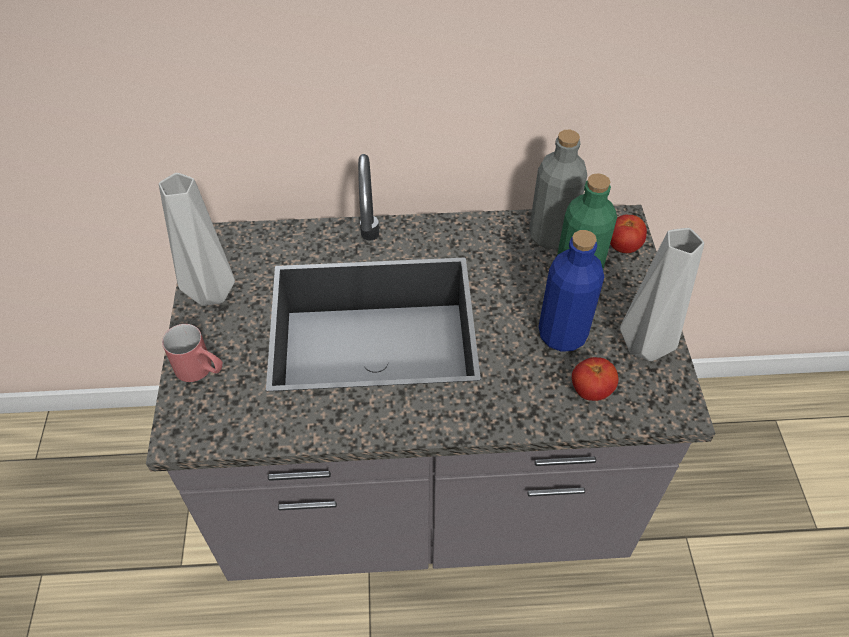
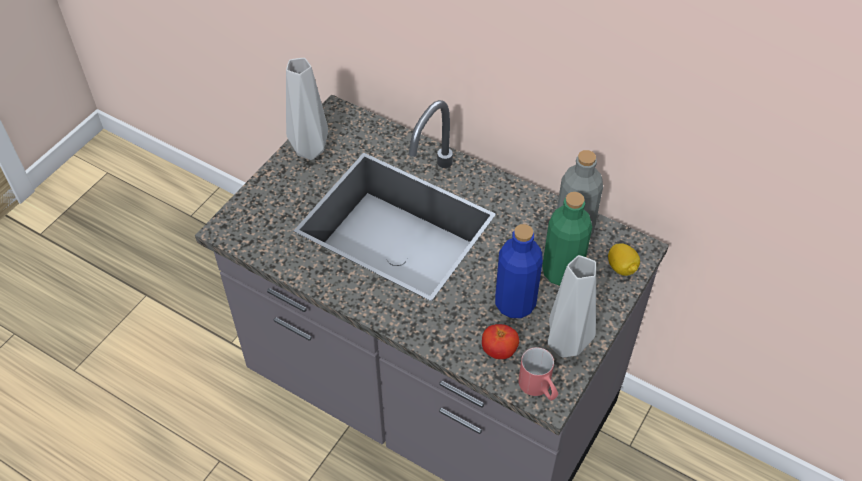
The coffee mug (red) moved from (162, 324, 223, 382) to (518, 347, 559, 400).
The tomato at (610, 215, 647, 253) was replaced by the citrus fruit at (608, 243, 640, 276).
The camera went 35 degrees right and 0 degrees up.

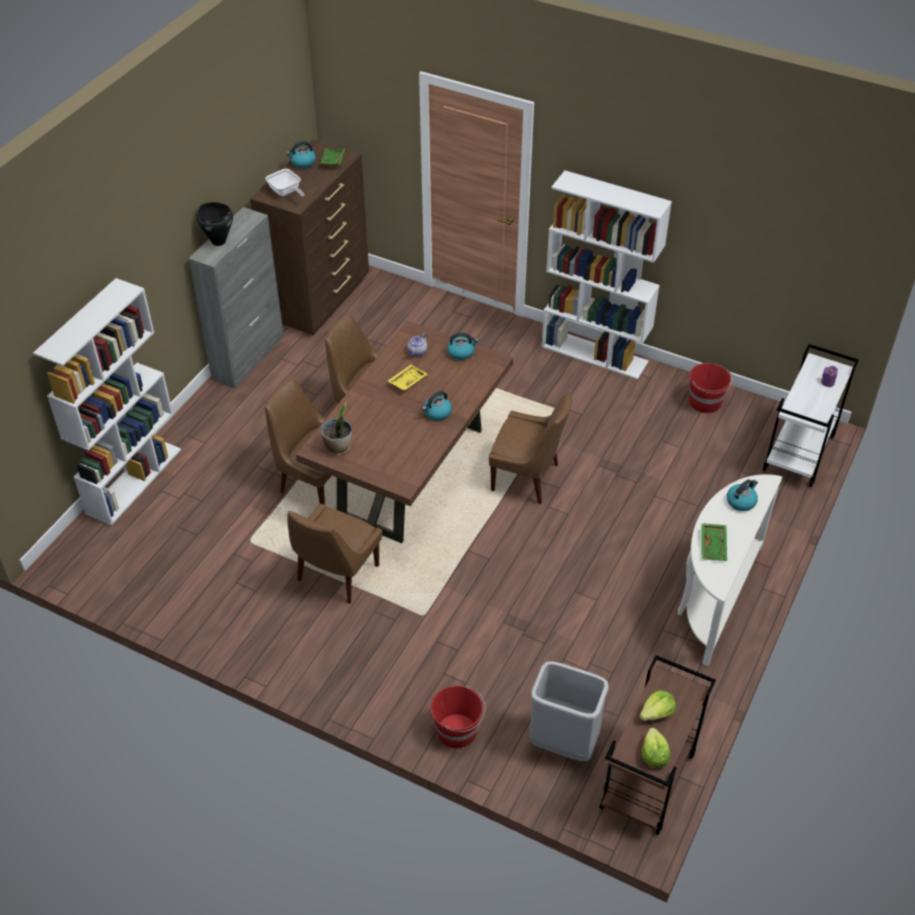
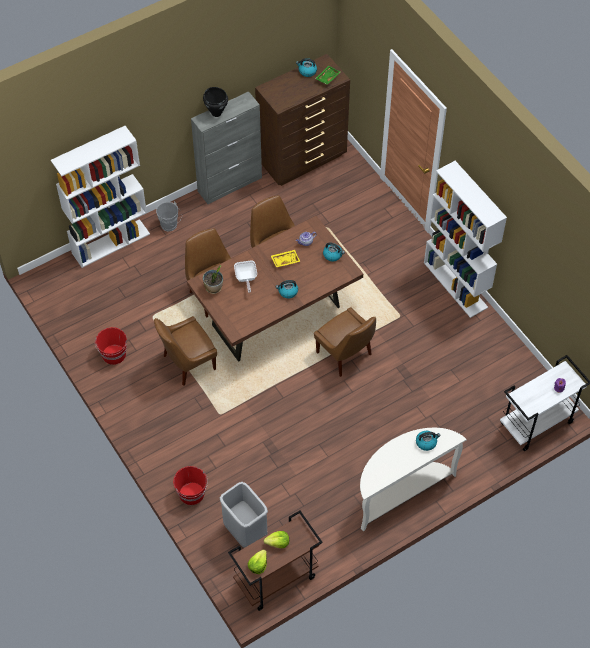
The bucket (red) moved from (689, 363, 733, 413) to (95, 327, 127, 365).
The bucket (greyish) at (156, 202, 182, 231) appeared.
The skillet moved from (266, 169, 305, 197) to (234, 261, 257, 293).
The tray (green) at (701, 523, 727, 561) disappeared.
The camera went 30 degrees right and 10 degrees up.

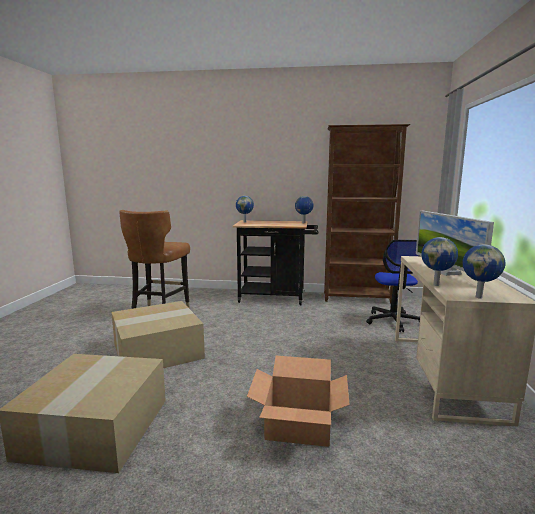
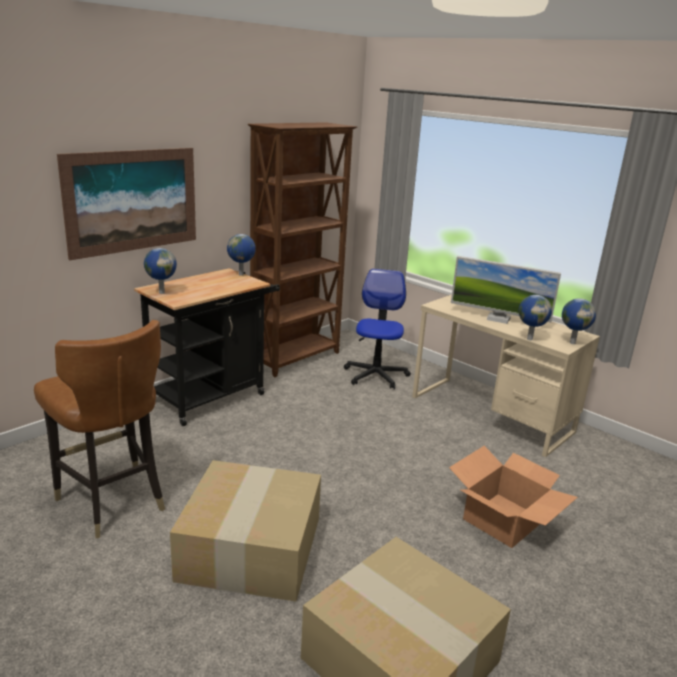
The wall picture at (57, 148, 196, 260) appeared.
The desk chair at (366, 240, 420, 332) turned 120 degrees counterclockwise.
The camera went 55 degrees left and 10 degrees up.

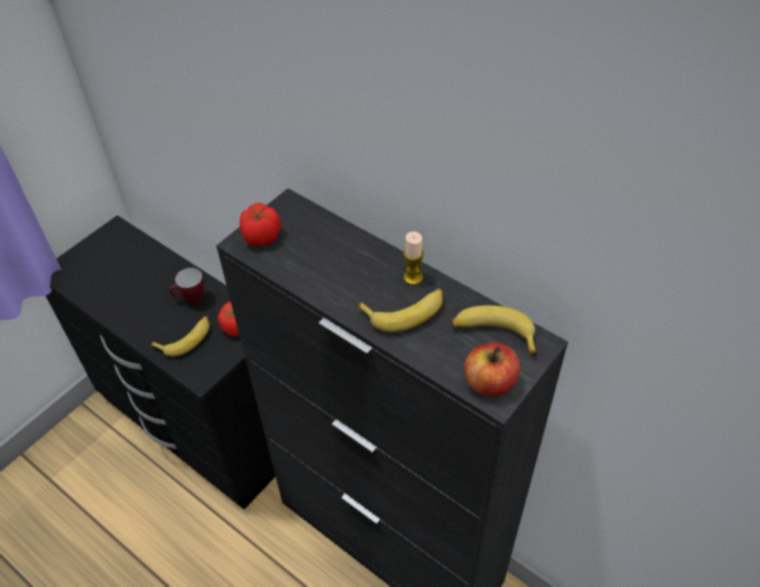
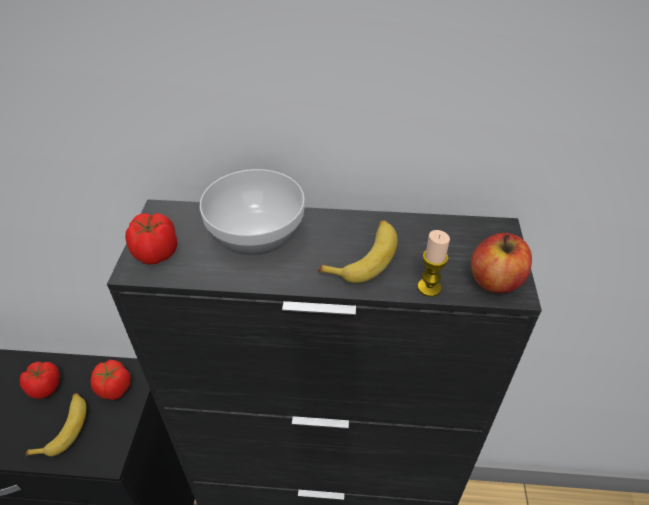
The coffee mug at (169, 268, 205, 305) was replaced by the tomato at (20, 362, 60, 399).
The deep dish at (200, 169, 305, 255) appeared.
The wax light moved from (403, 231, 424, 285) to (417, 230, 450, 297).
The whole banana at (451, 305, 538, 356) disappeared.
The camera went 35 degrees left and 5 degrees down.

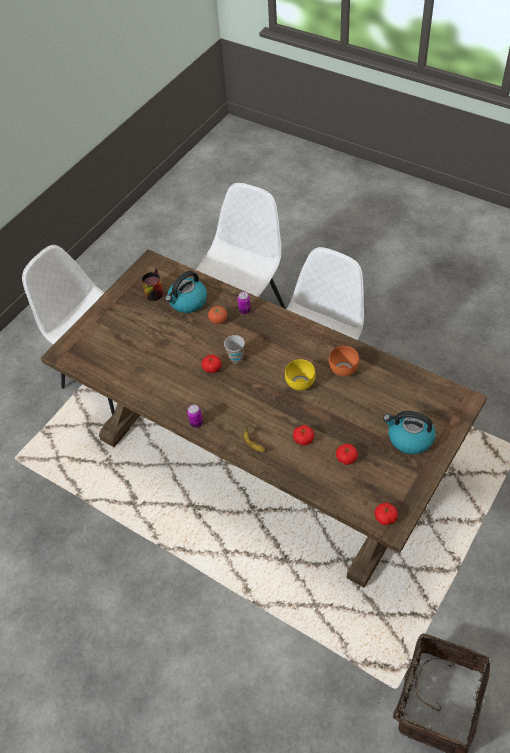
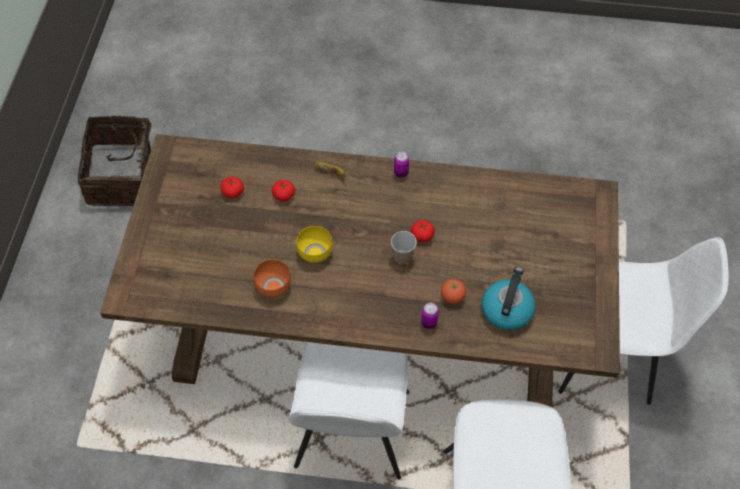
The coffee mug at (142, 268, 163, 301) disappeared.
The tomato at (375, 503, 398, 525) disappeared.
The water kettle at (383, 411, 436, 455) disappeared.
The camera went 150 degrees right and 5 degrees up.

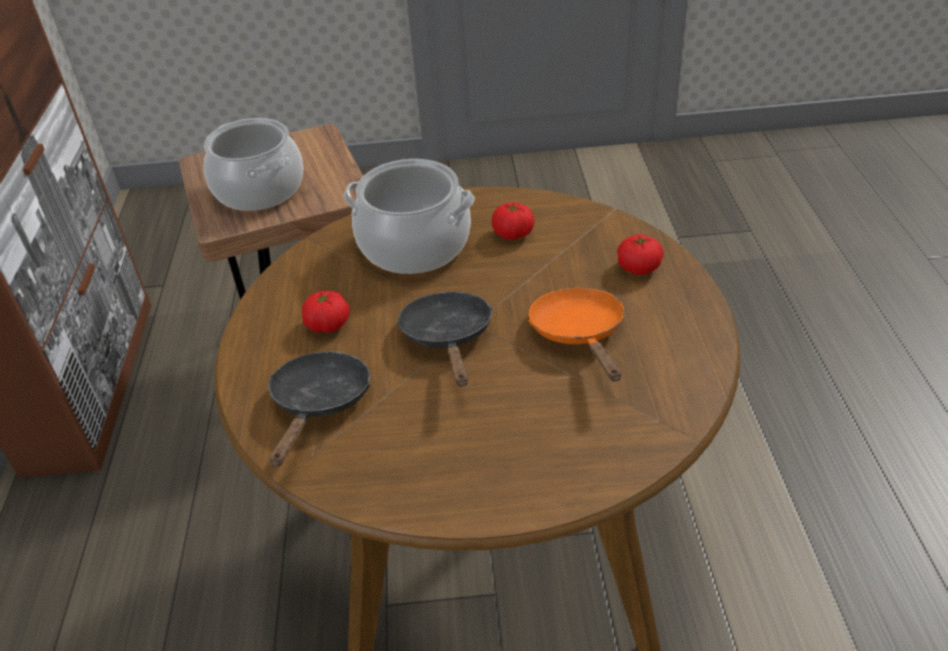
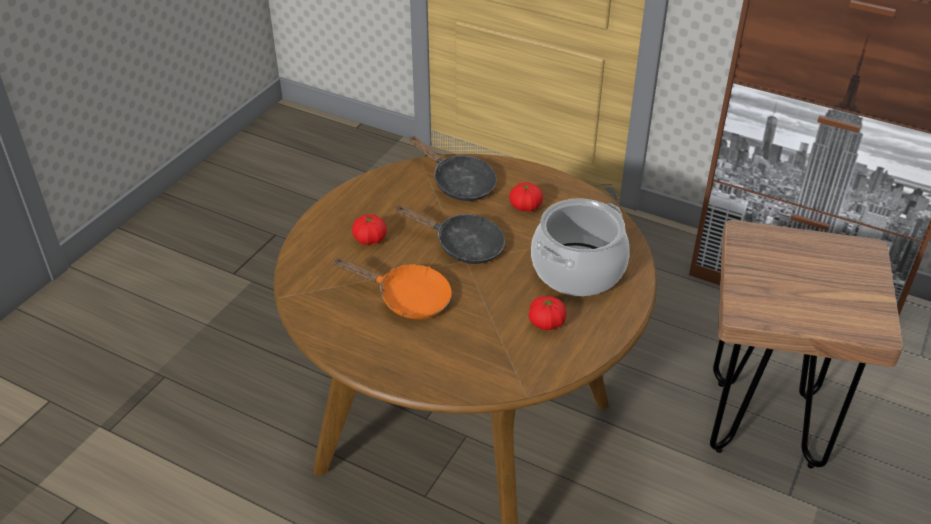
The tomato moved from (617, 234, 664, 275) to (352, 214, 387, 245).
The stockpot at (204, 118, 303, 211) disappeared.
The camera went 120 degrees right and 0 degrees up.

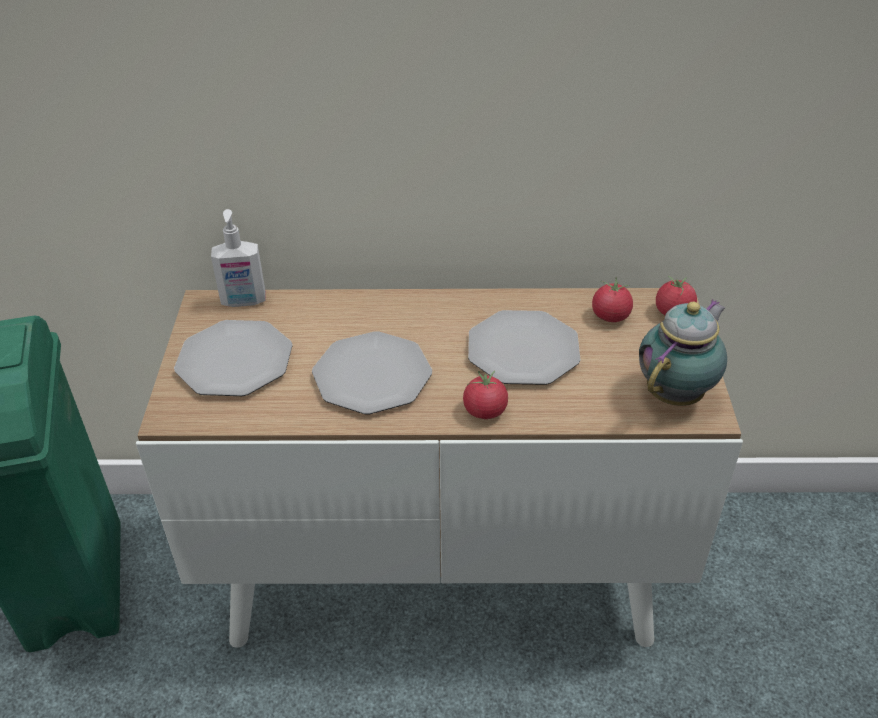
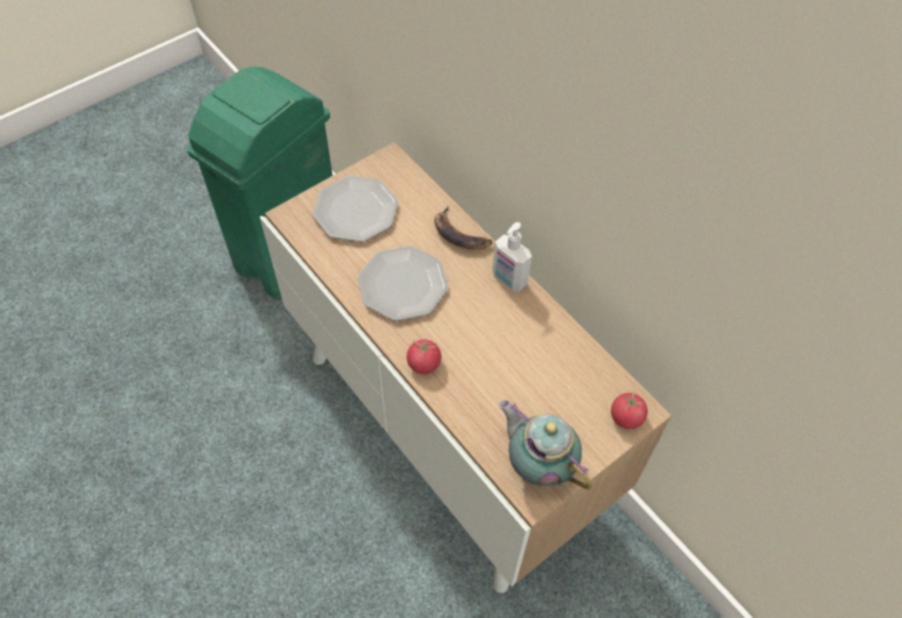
The whole banana at (434, 206, 492, 250) appeared.
The liquid soap bottle moved from (211, 209, 266, 307) to (492, 222, 532, 292).
The pot for tea at (639, 299, 727, 406) turned 135 degrees counterclockwise.
The flat dish at (468, 310, 580, 385) disappeared.
The tomato at (592, 277, 633, 322) disappeared.
The camera went 50 degrees right and 15 degrees up.

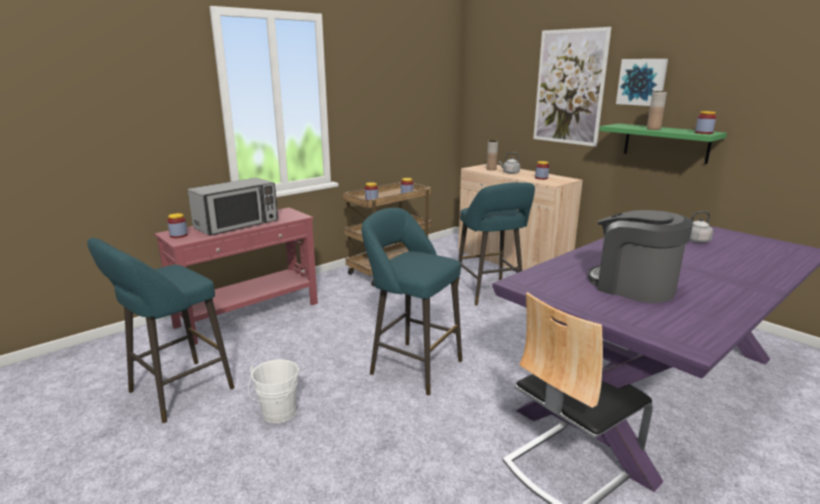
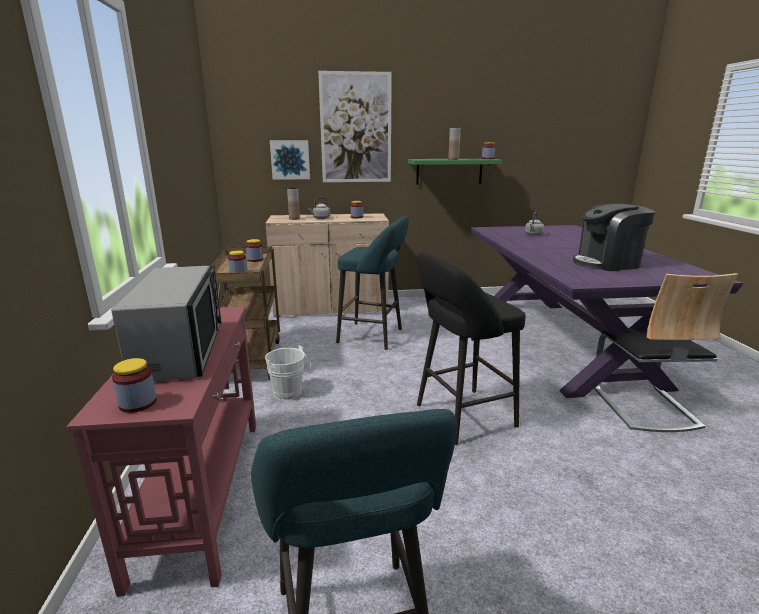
The bucket (white) moved from (248, 359, 300, 423) to (265, 345, 311, 400).
The wall picture moved from (616, 59, 668, 106) to (270, 140, 310, 180).
The stool (turquoise) at (362, 208, 462, 395) became the stool (black-coloured) at (416, 252, 526, 445).
The camera went 55 degrees left and 0 degrees up.

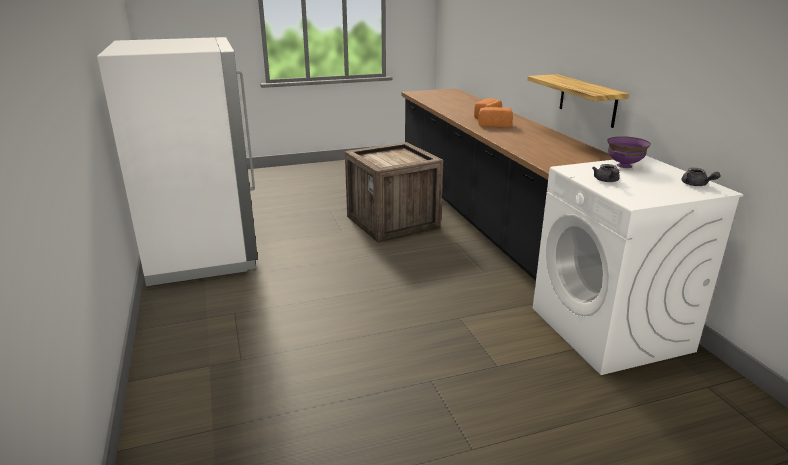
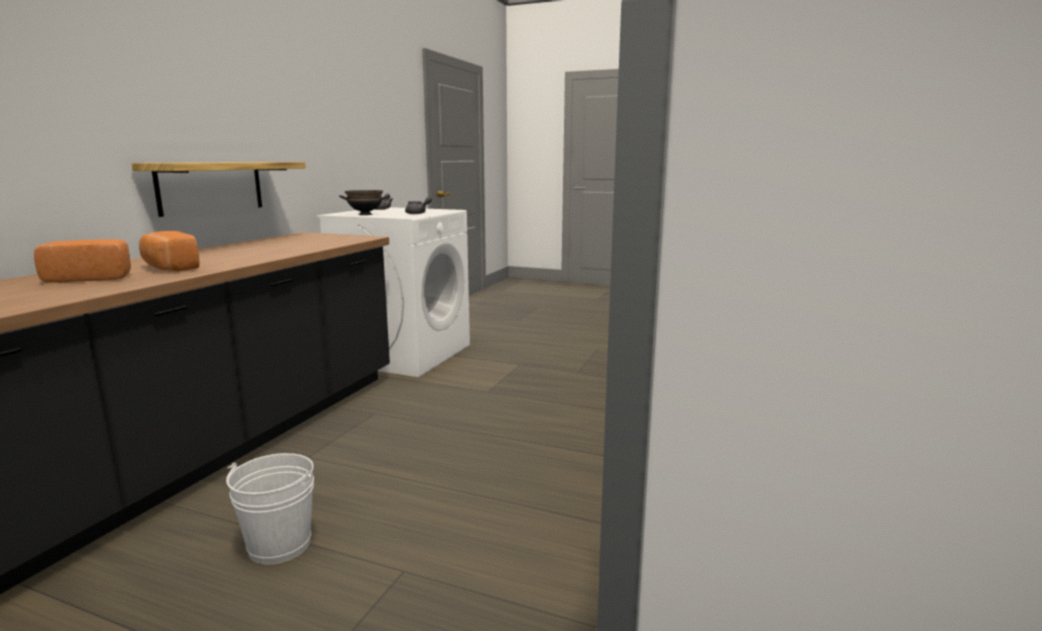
The shipping crate at (345, 142, 443, 243) was replaced by the bucket (white) at (226, 453, 314, 565).
The deep dish (purplish) at (607, 136, 651, 168) became the deep dish (black-coloured) at (339, 190, 389, 215).
The camera went 140 degrees left and 10 degrees down.

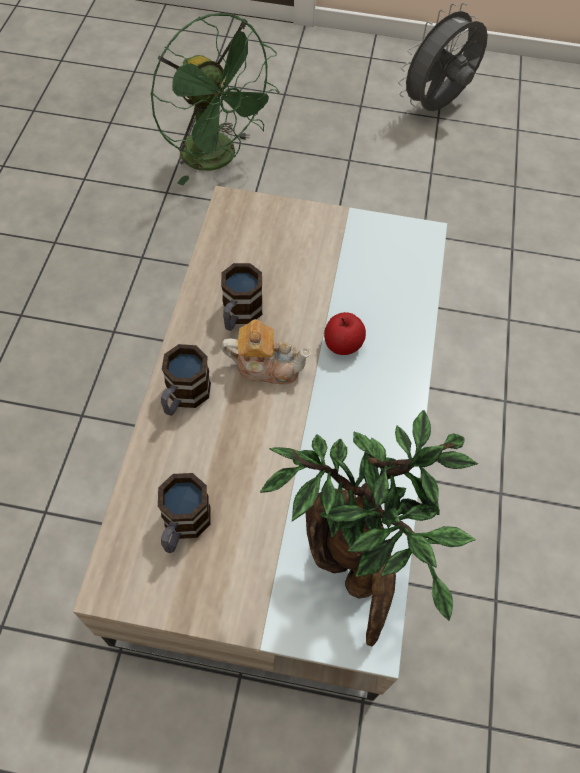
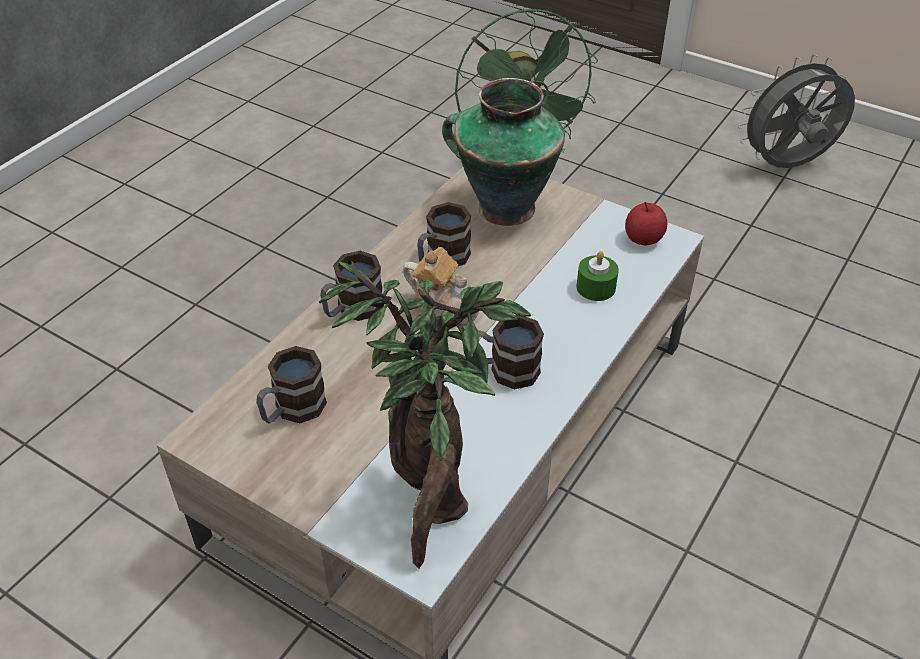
The flower vase at (442, 78, 565, 226) appeared.
The coffee mug at (478, 315, 544, 390) appeared.
The wax light (green) at (577, 251, 619, 301) appeared.
The apple fruit moved from (324, 312, 366, 355) to (625, 202, 668, 246).
The camera went 25 degrees right and 15 degrees down.

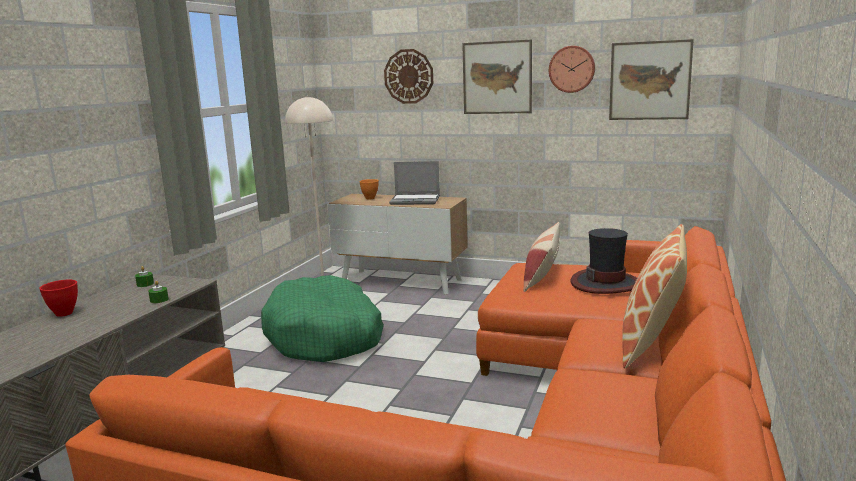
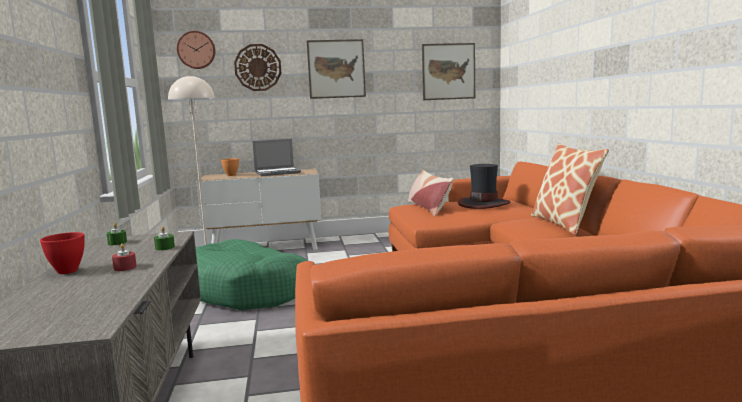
The wax light (red) at (112, 244, 137, 271) appeared.
The wall clock moved from (549, 46, 595, 93) to (177, 31, 216, 69).
The camera went 30 degrees left and 5 degrees down.

